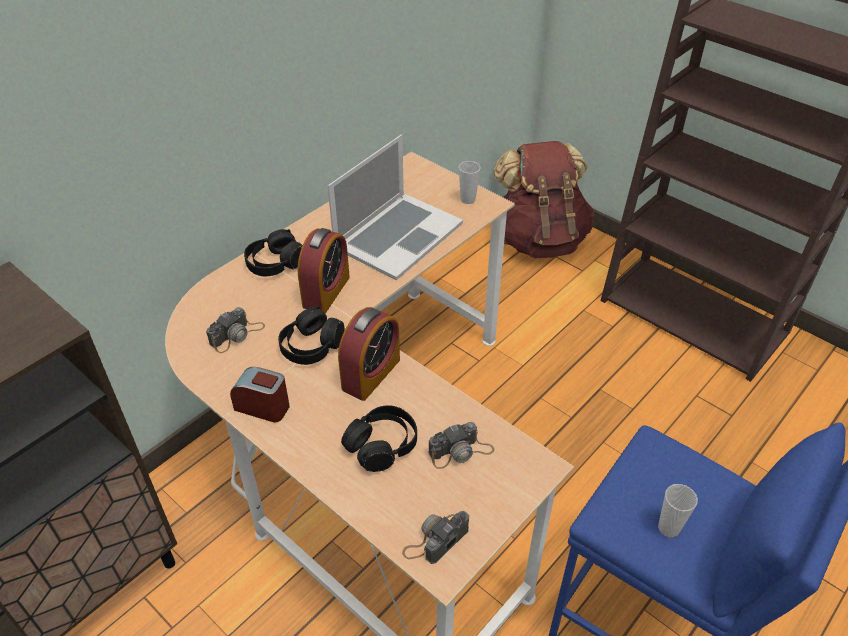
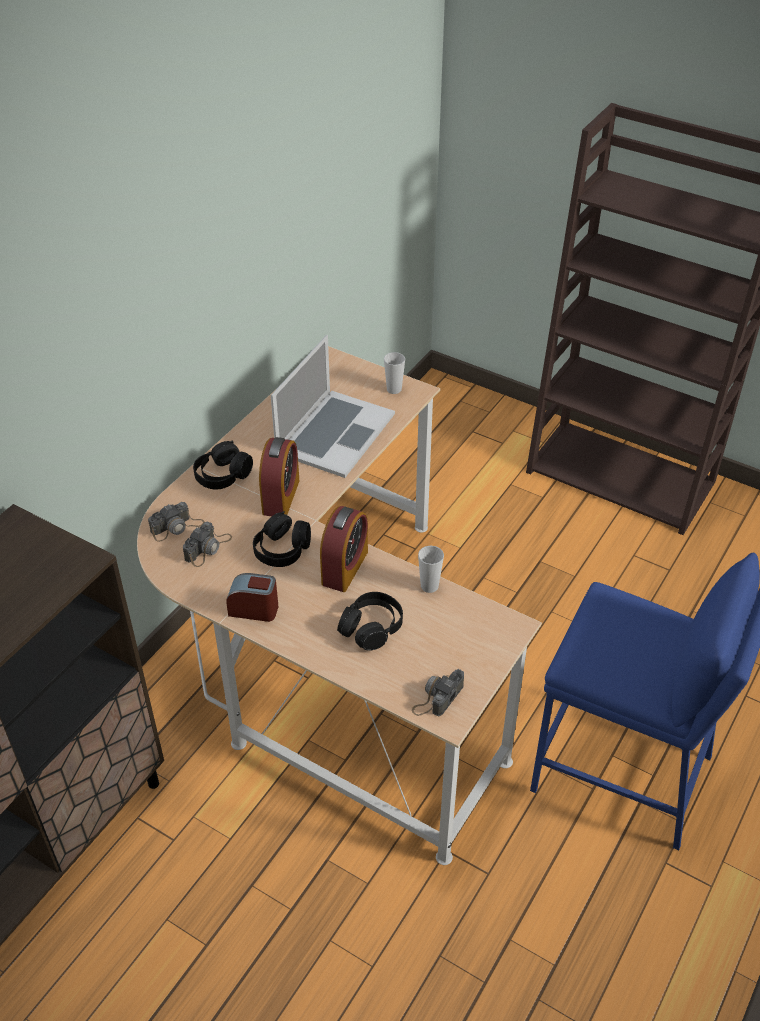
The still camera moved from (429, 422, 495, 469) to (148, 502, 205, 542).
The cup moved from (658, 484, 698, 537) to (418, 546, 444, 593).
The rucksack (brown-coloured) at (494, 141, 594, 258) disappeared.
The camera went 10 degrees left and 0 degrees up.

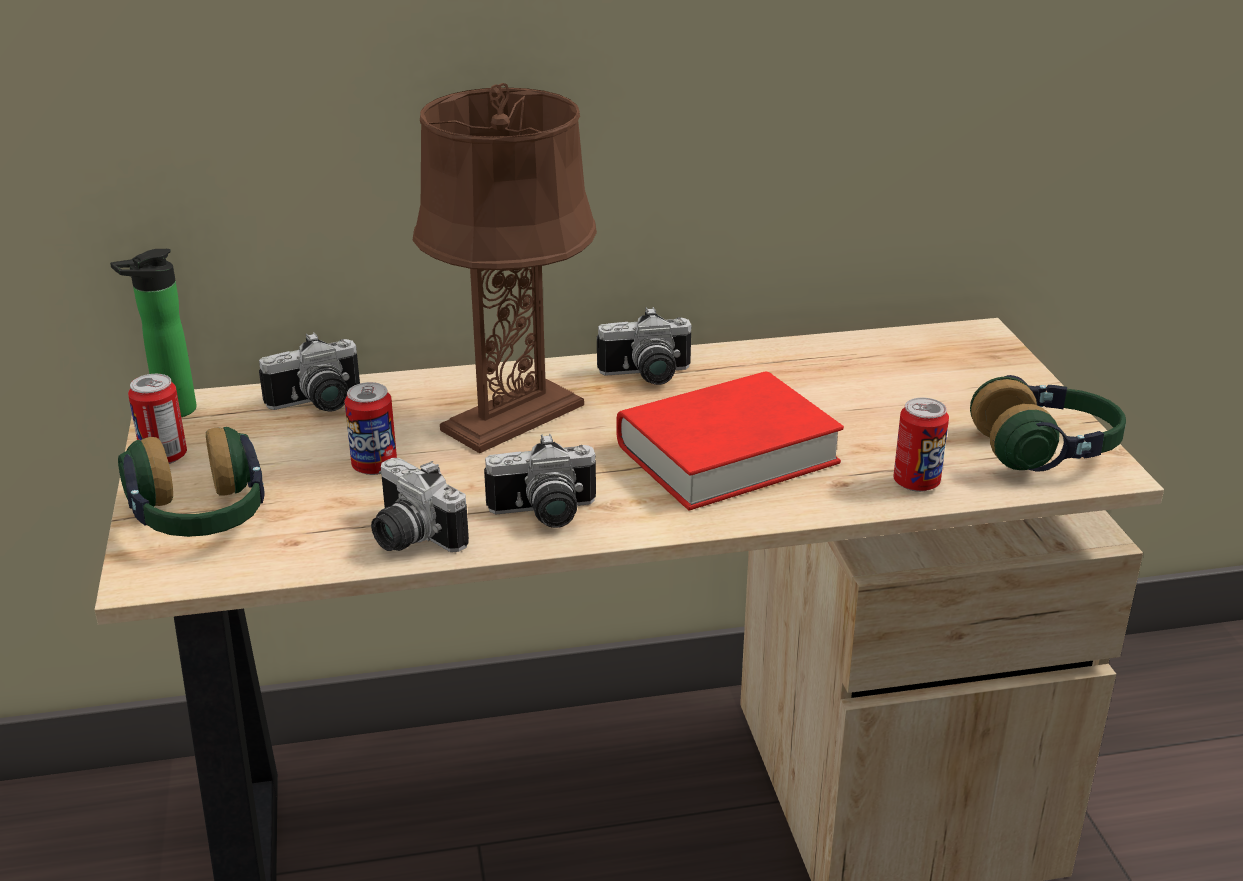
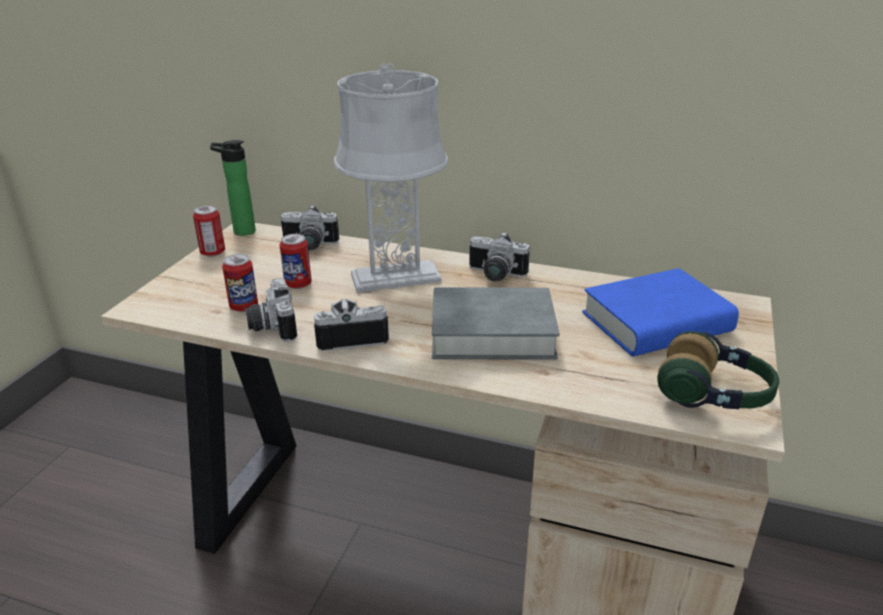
The sealed can moved from (893, 398, 949, 492) to (222, 254, 258, 312).
The still camera at (484, 434, 596, 528) turned 150 degrees clockwise.
The table lamp (brown-coloured) at (412, 83, 597, 453) became the table lamp (greyish) at (334, 63, 448, 293).
The volume (red) at (616, 371, 844, 510) became the volume (greyish) at (432, 287, 560, 360).
The volume (blue) at (582, 268, 739, 357) appeared.
The headset at (118, 427, 265, 537) disappeared.
The camera went 30 degrees right and 0 degrees up.

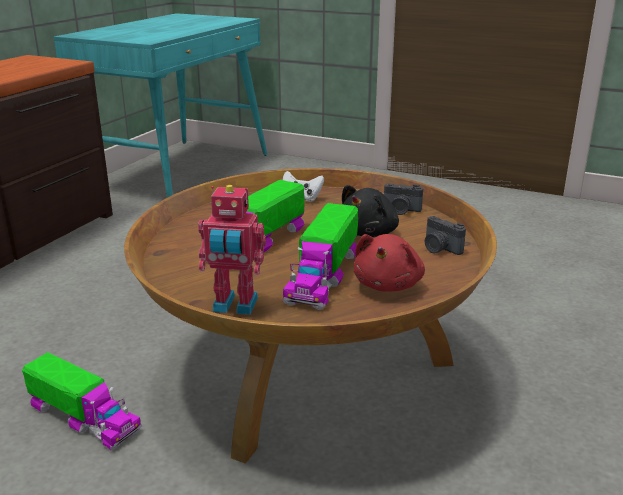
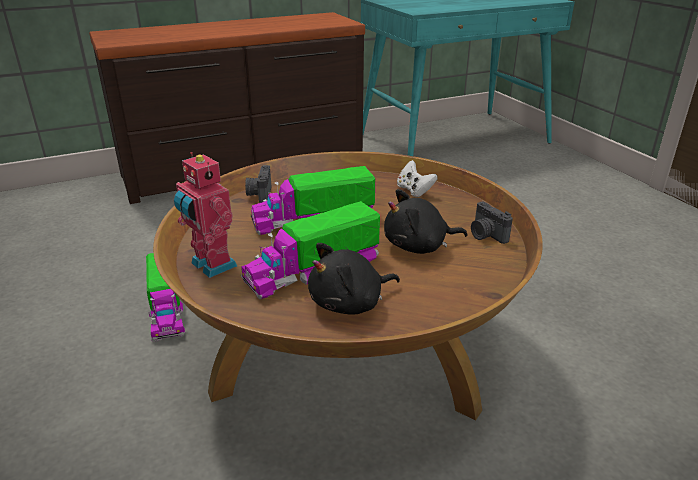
The still camera moved from (425, 216, 466, 255) to (245, 165, 271, 203).
The cuddly toy (red) at (354, 234, 425, 292) became the cuddly toy (black-coloured) at (308, 243, 400, 315).
The camera went 40 degrees right and 5 degrees up.

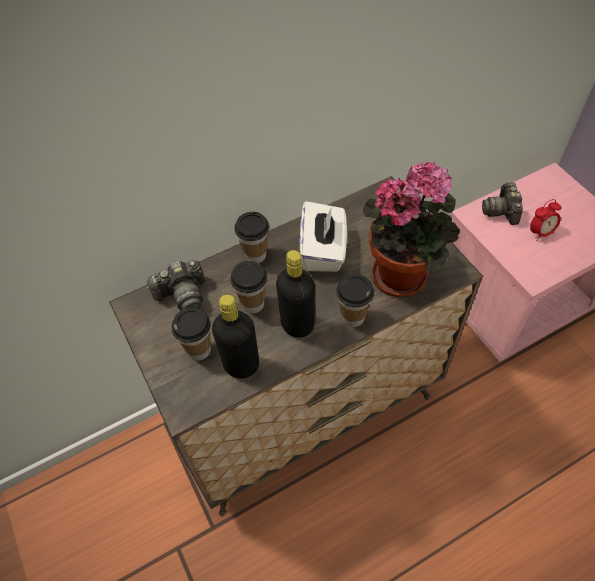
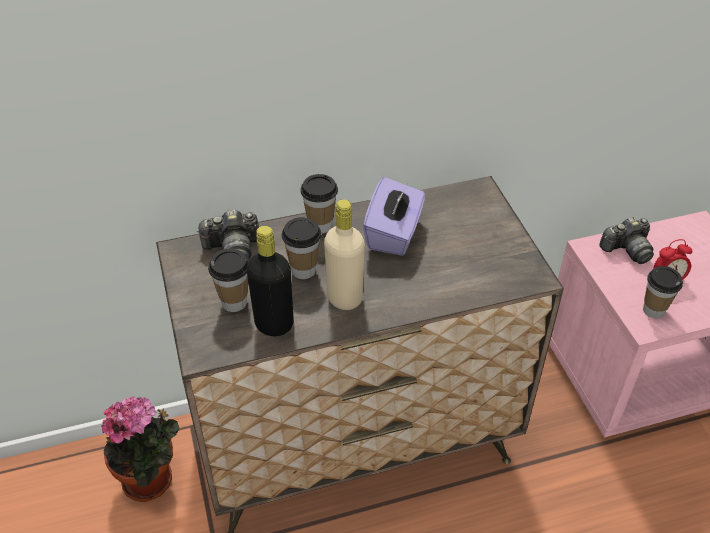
The potted plant moved from (363, 161, 460, 297) to (101, 396, 179, 502).
The beverage bottle (black-coloured) at (276, 250, 315, 338) became the beverage bottle (beige-coloured) at (324, 199, 365, 310).
The tissue box (white) at (300, 201, 347, 272) became the tissue box (purplish) at (363, 177, 425, 256).
The still camera at (482, 182, 523, 225) turned 120 degrees counterclockwise.
The cup moved from (336, 274, 374, 327) to (643, 266, 683, 318).
The camera went 10 degrees right and 10 degrees down.

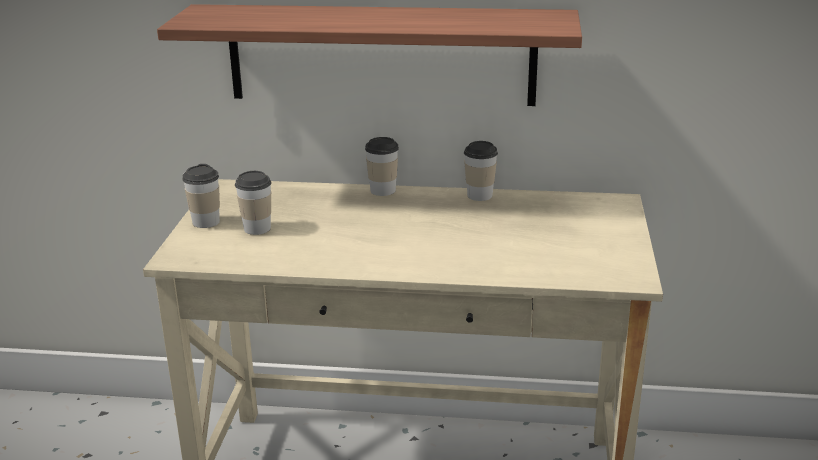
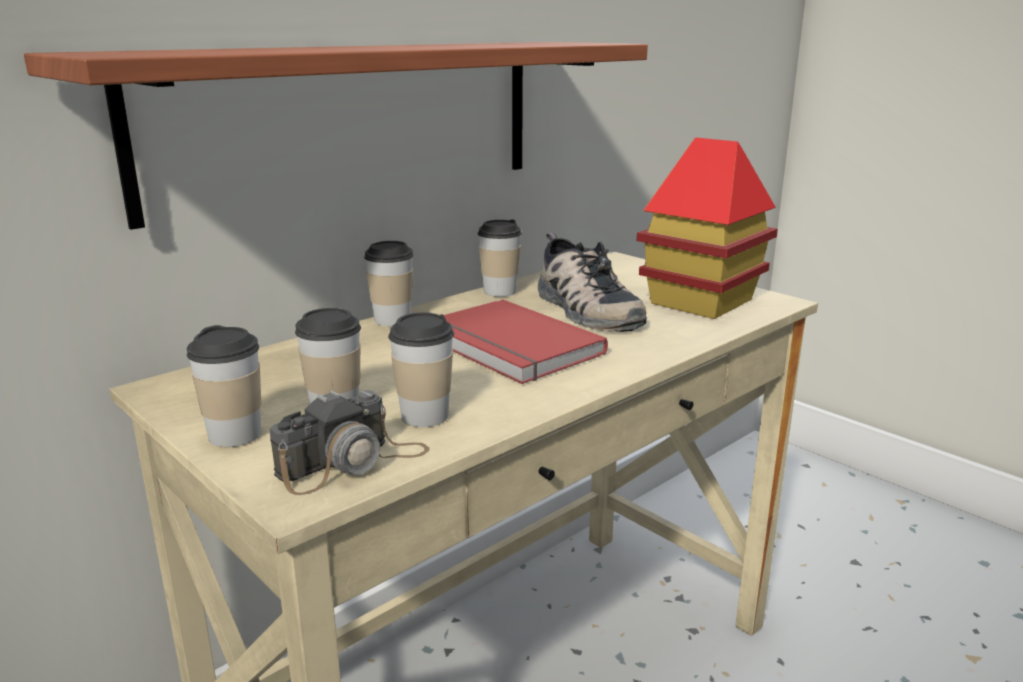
The still camera at (270, 390, 429, 495) appeared.
The cup at (388, 312, 454, 427) appeared.
The volume (red) at (444, 299, 608, 384) appeared.
The shoe at (538, 233, 647, 332) appeared.
The model house at (637, 137, 778, 319) appeared.
The camera went 50 degrees left and 5 degrees down.

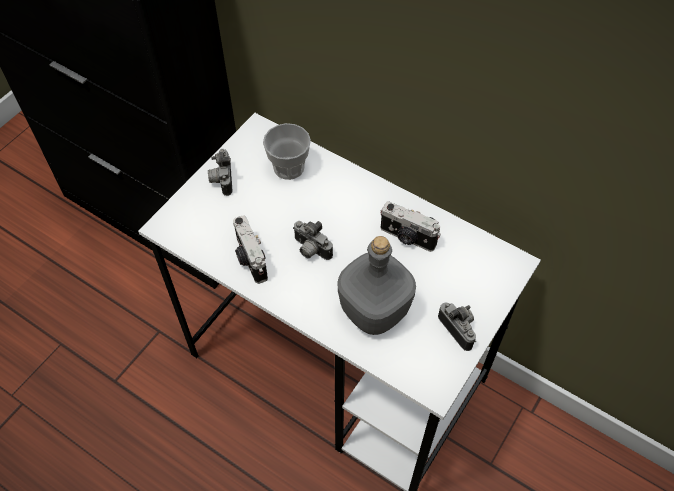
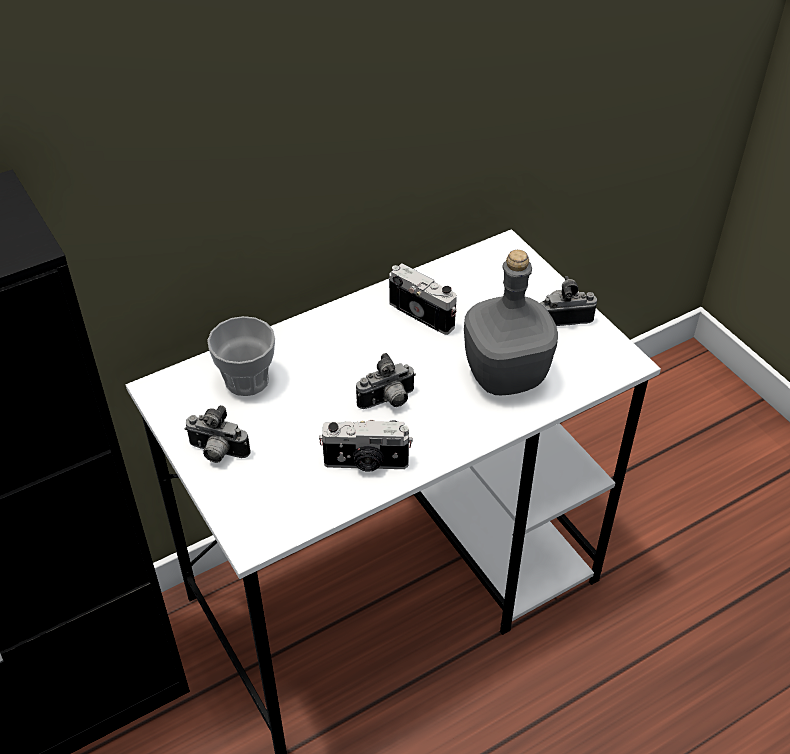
The still camera at (381, 201, 441, 252) turned 105 degrees counterclockwise.
The camera went 65 degrees left and 10 degrees down.

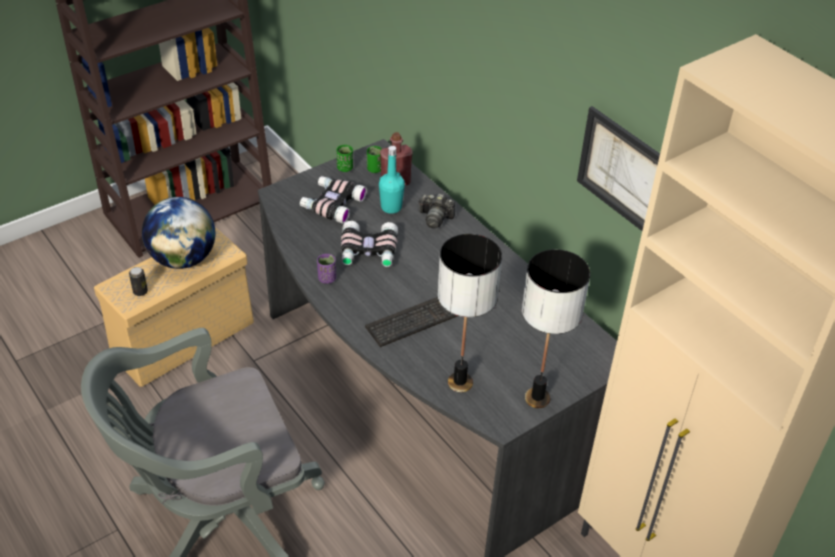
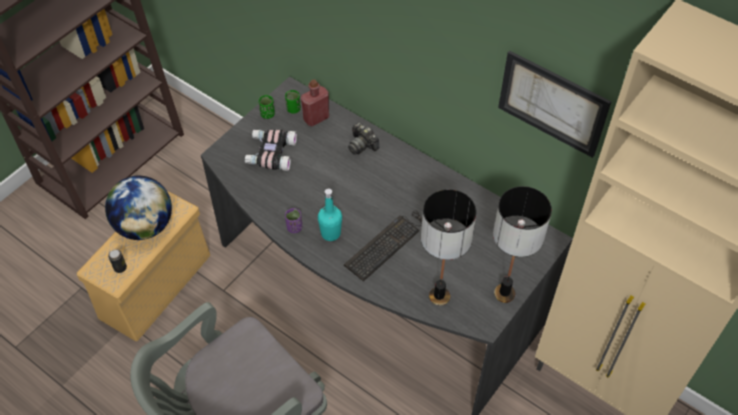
The beverage bottle (turquoise) moved from (379, 146, 405, 214) to (318, 188, 342, 241).
The still camera at (418, 194, 455, 229) turned 45 degrees clockwise.
The pair of binoculars at (341, 221, 398, 267) disappeared.
The camera went 15 degrees left and 10 degrees up.

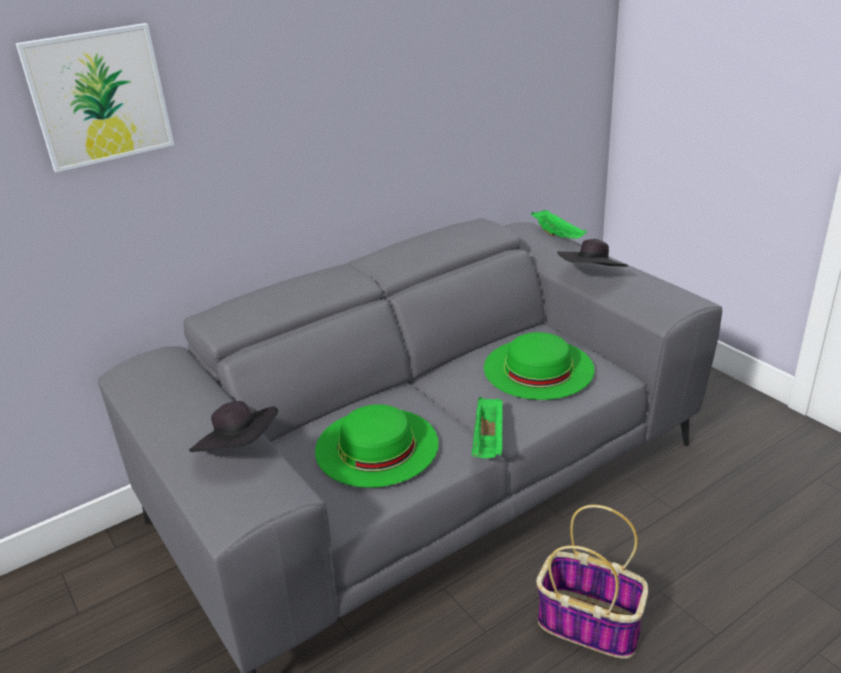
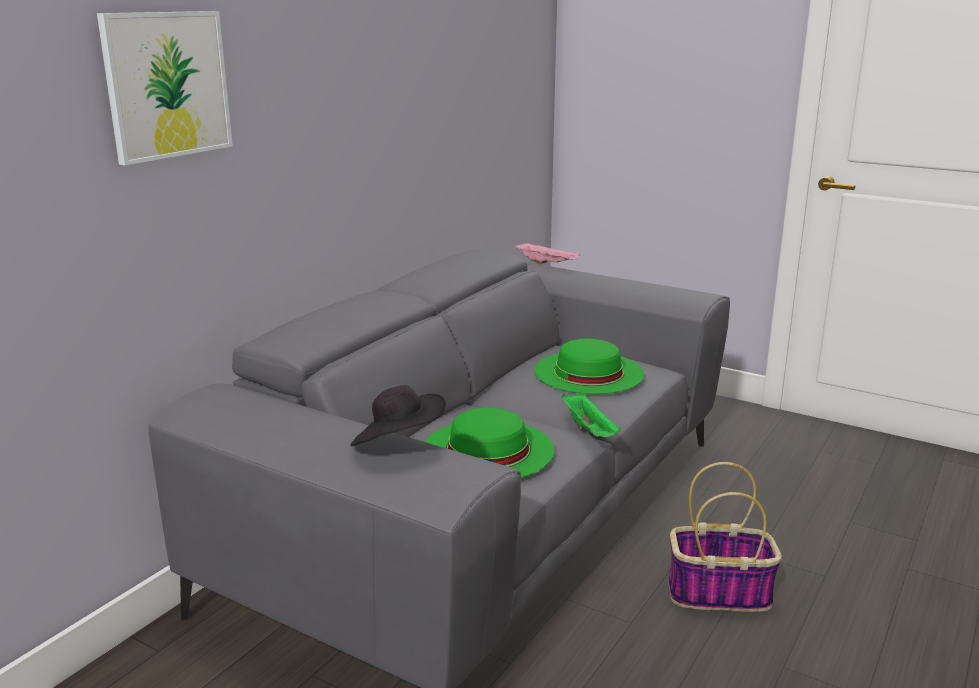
The tray (green) at (531, 210, 587, 239) became the tray (pink-coloured) at (515, 242, 580, 264).
The hat (black-coloured) at (557, 239, 628, 267) disappeared.
The camera went 25 degrees left and 10 degrees down.

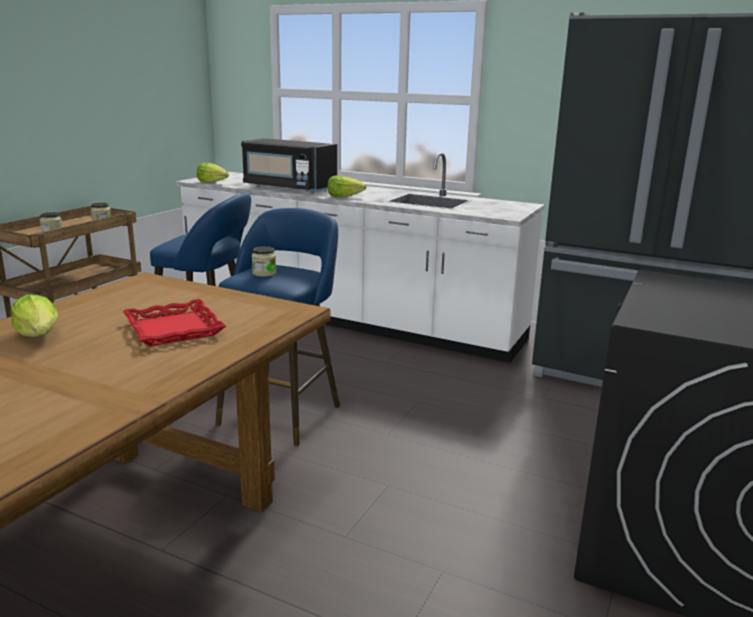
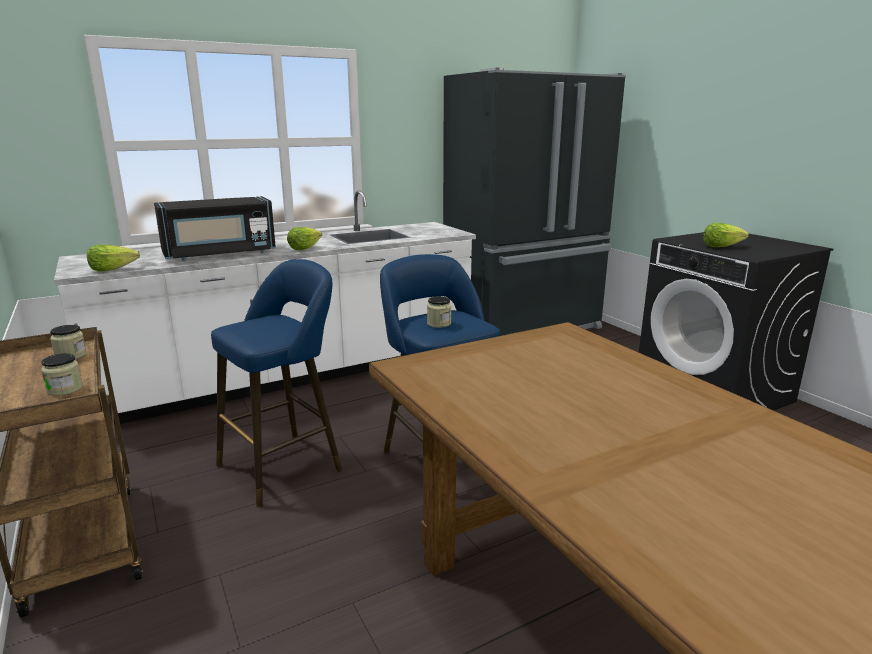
The lettuce head moved from (11, 295, 58, 337) to (703, 223, 749, 247).
The tray (red) at (123, 299, 226, 346) disappeared.
The camera went 55 degrees left and 0 degrees up.

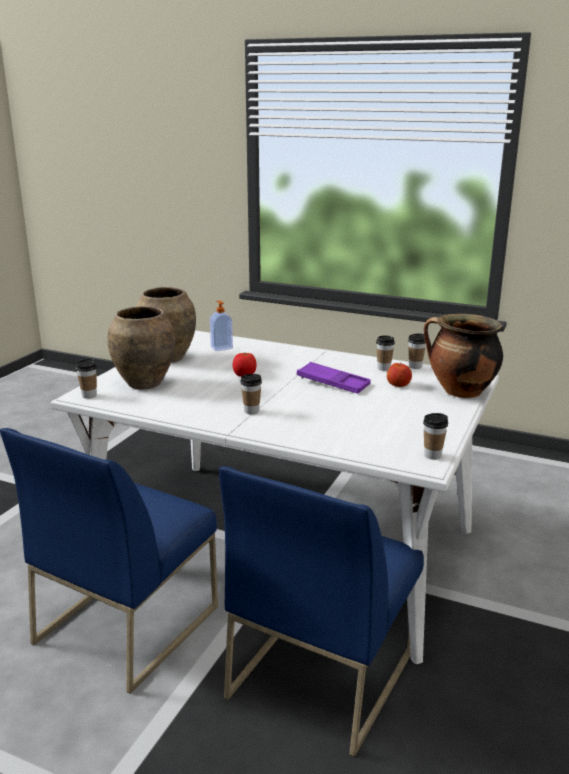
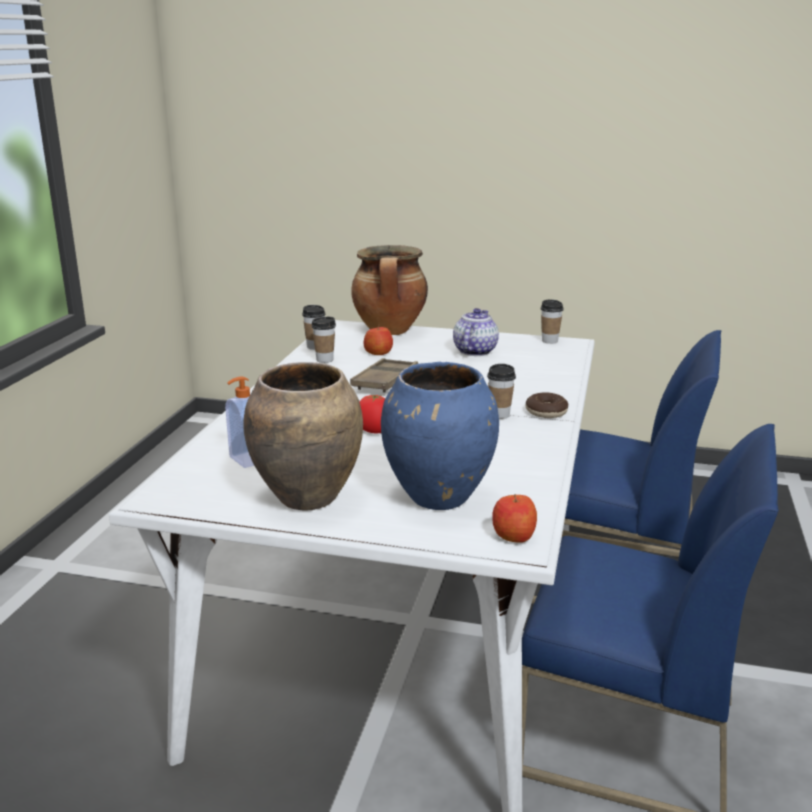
The tray (purplish) at (297, 362, 371, 394) became the tray (brown-coloured) at (350, 358, 418, 393).
The flower vase (brown-coloured) at (107, 306, 175, 390) became the flower vase (blue) at (381, 362, 499, 510).
The pot for tea at (453, 308, 499, 356) appeared.
The cup at (76, 359, 97, 399) was replaced by the apple fruit at (492, 494, 537, 543).
The donut at (526, 392, 568, 418) appeared.
The camera went 100 degrees left and 0 degrees up.

